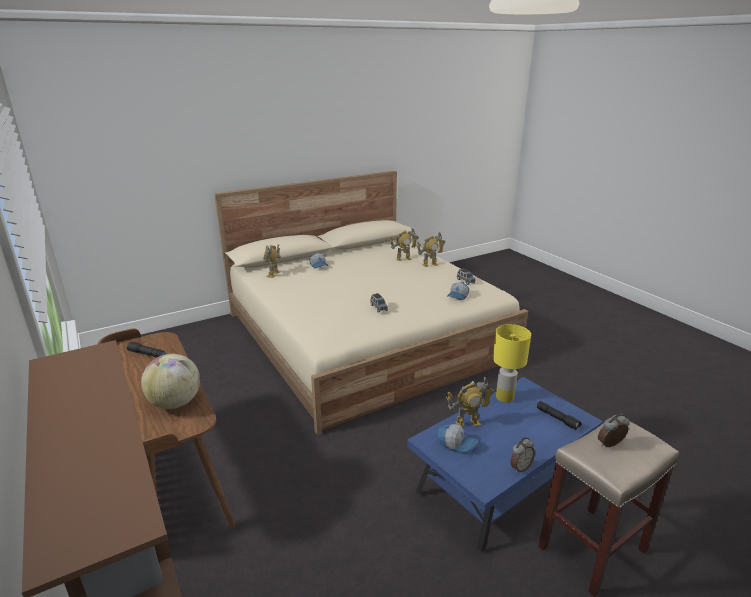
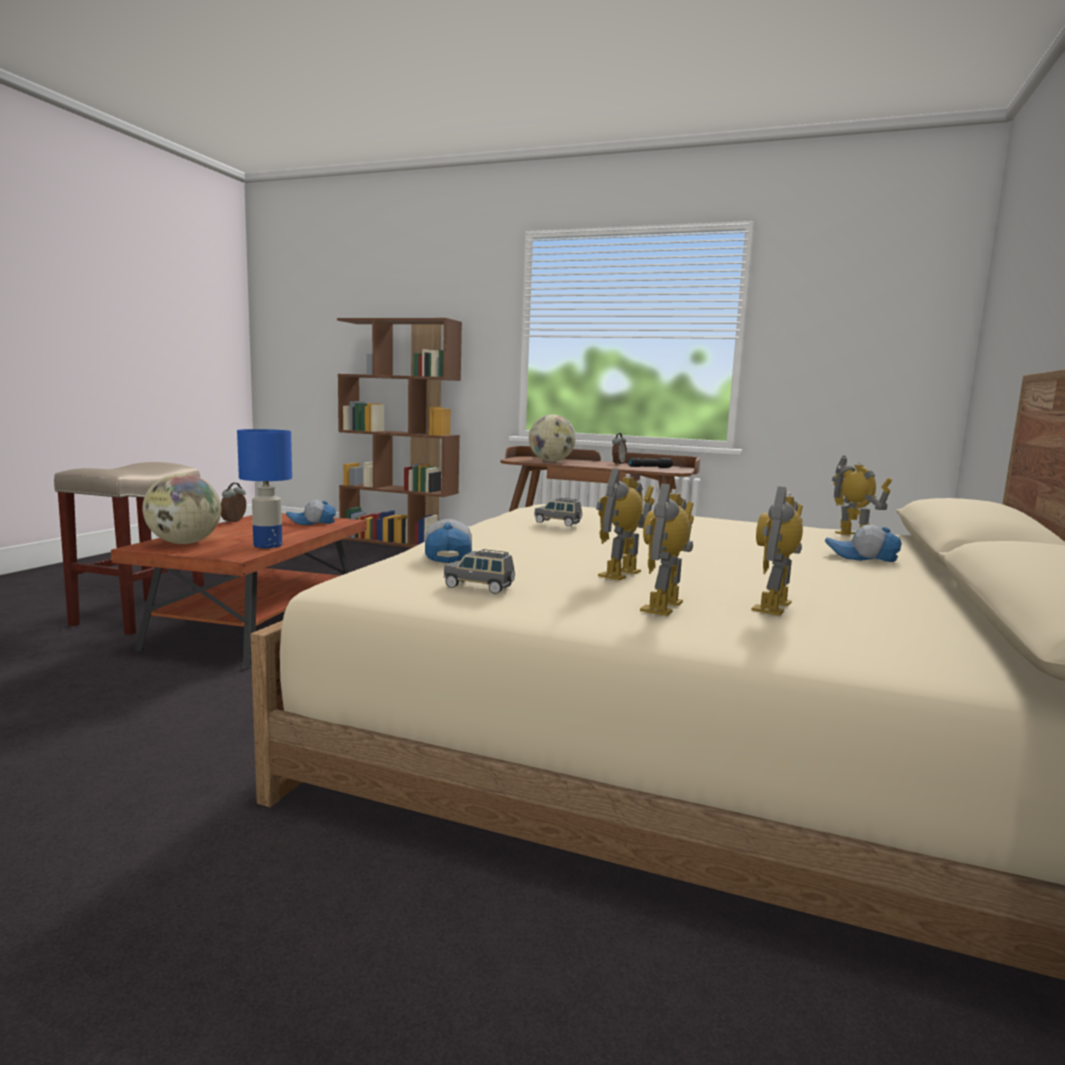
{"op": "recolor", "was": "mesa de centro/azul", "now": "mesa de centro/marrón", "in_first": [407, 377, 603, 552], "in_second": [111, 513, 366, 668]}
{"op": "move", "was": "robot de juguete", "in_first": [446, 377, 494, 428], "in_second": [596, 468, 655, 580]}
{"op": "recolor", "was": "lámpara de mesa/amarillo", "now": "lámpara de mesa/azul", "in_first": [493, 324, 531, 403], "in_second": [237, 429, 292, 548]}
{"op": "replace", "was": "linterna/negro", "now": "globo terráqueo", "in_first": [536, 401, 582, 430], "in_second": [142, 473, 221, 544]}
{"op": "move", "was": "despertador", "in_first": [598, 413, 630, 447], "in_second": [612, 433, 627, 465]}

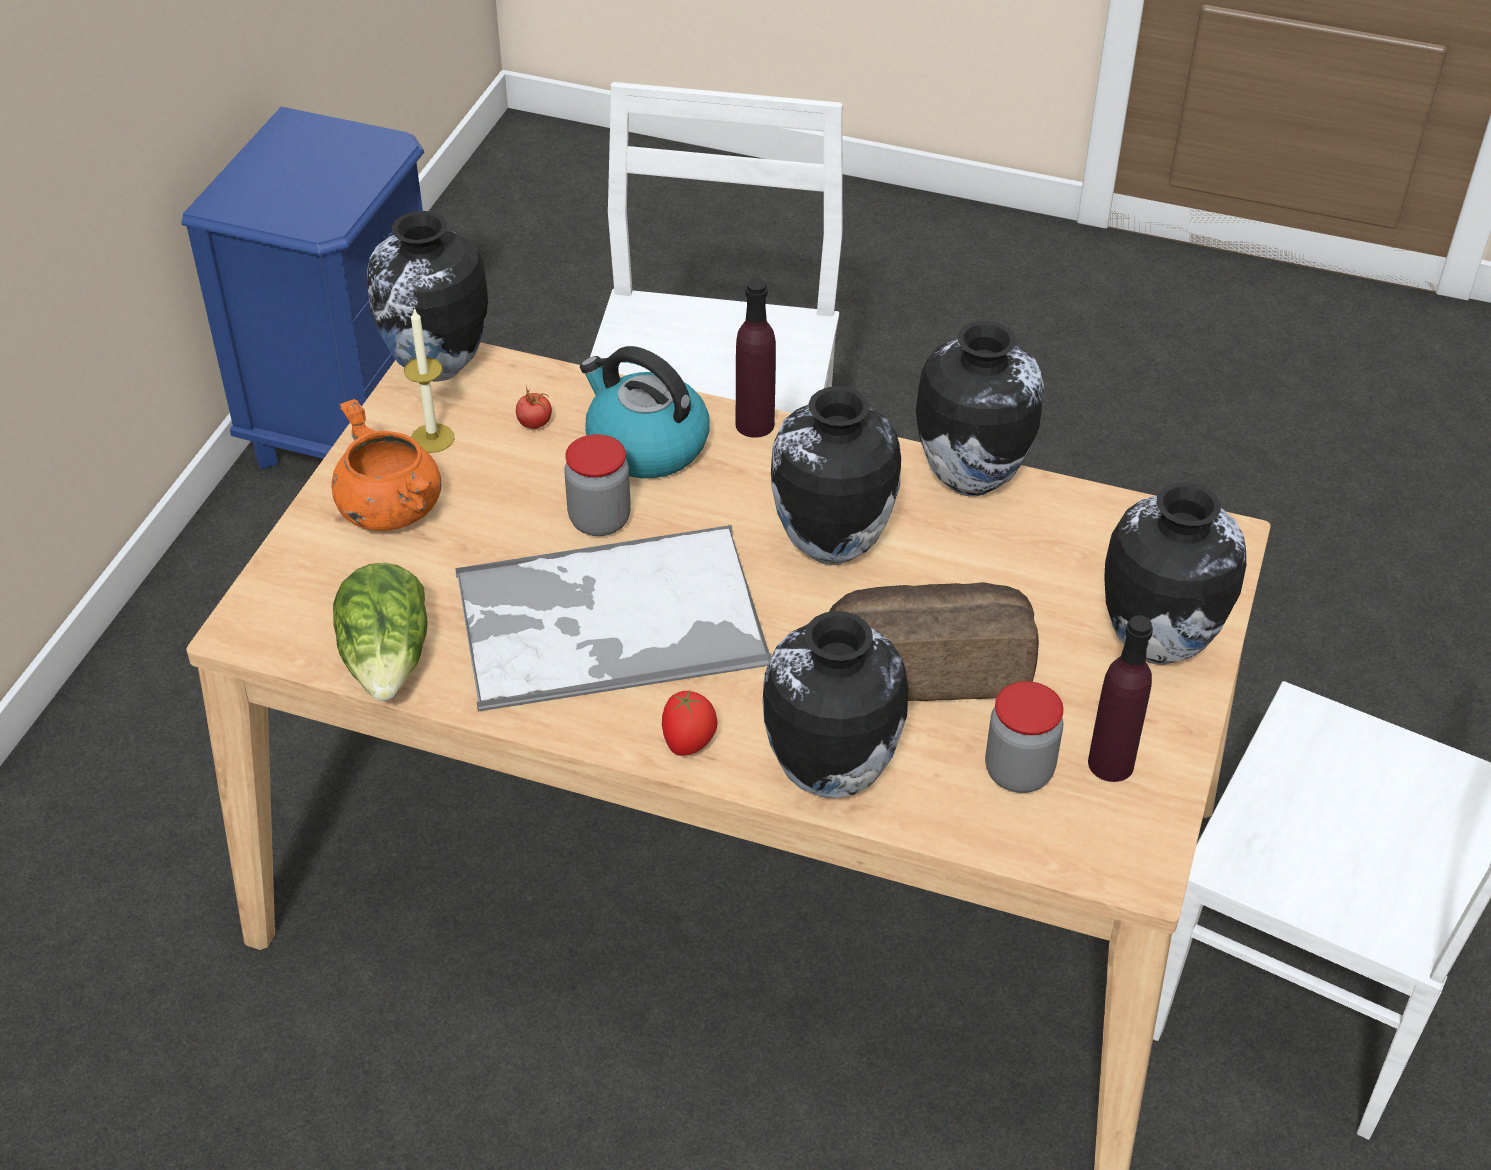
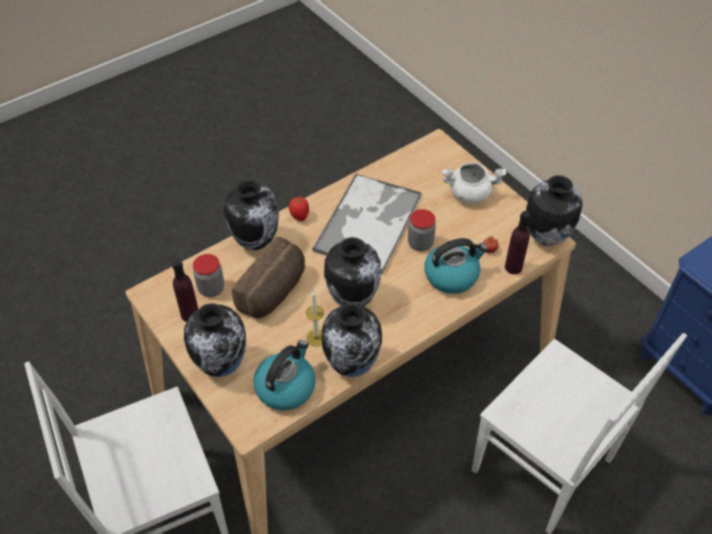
{"op": "recolor", "was": "olla/naranja", "now": "olla/blanco", "in_first": [331, 399, 441, 531], "in_second": [442, 163, 506, 204]}
{"op": "delete", "was": "lechuga", "in_first": [333, 563, 428, 701]}
{"op": "move", "was": "vela", "in_first": [404, 308, 454, 453], "in_second": [306, 290, 324, 346]}
{"op": "move", "was": "botella/morado", "in_first": [736, 279, 776, 438], "in_second": [505, 211, 530, 274]}
{"op": "insert", "now": "hervidor", "in_second": [254, 340, 316, 410]}

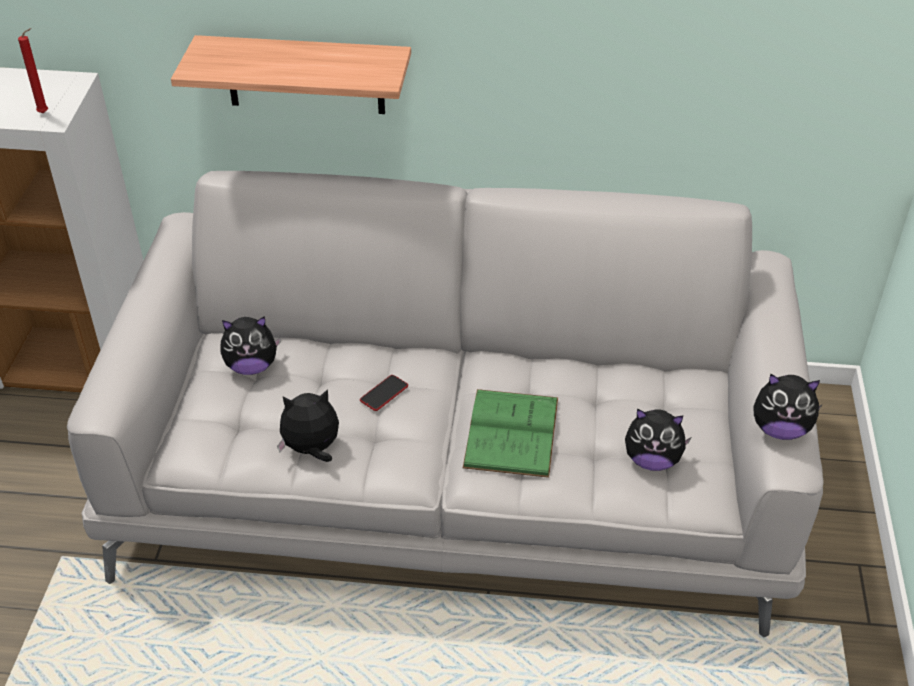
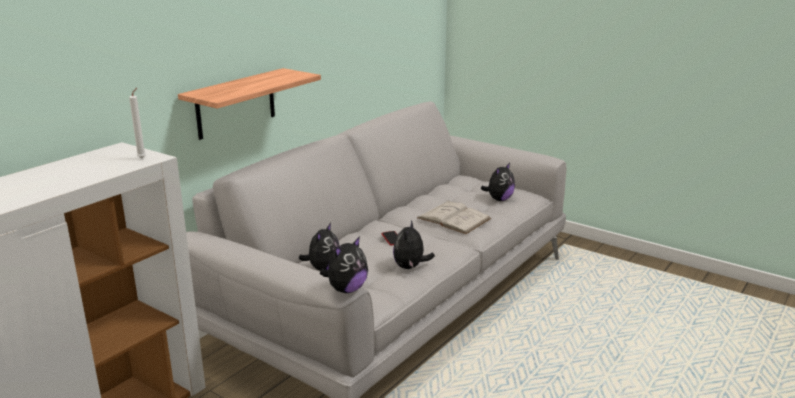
{"op": "recolor", "was": "vela/rojo", "now": "vela/blanco", "in_first": [18, 28, 48, 113], "in_second": [129, 88, 146, 158]}
{"op": "recolor", "was": "libro/verde", "now": "libro/blanco", "in_first": [463, 389, 558, 478], "in_second": [417, 200, 491, 234]}
{"op": "move", "was": "peluche", "in_first": [753, 374, 823, 440], "in_second": [320, 236, 368, 293]}

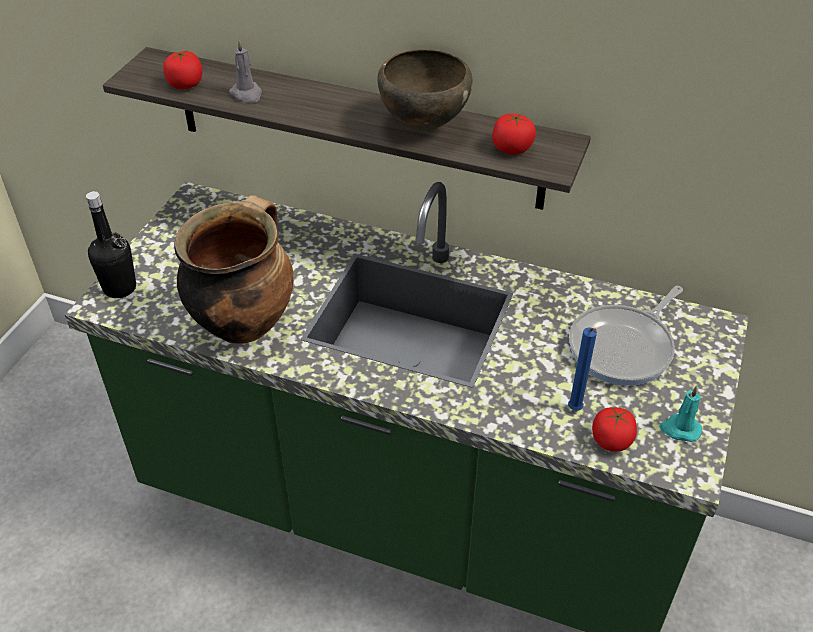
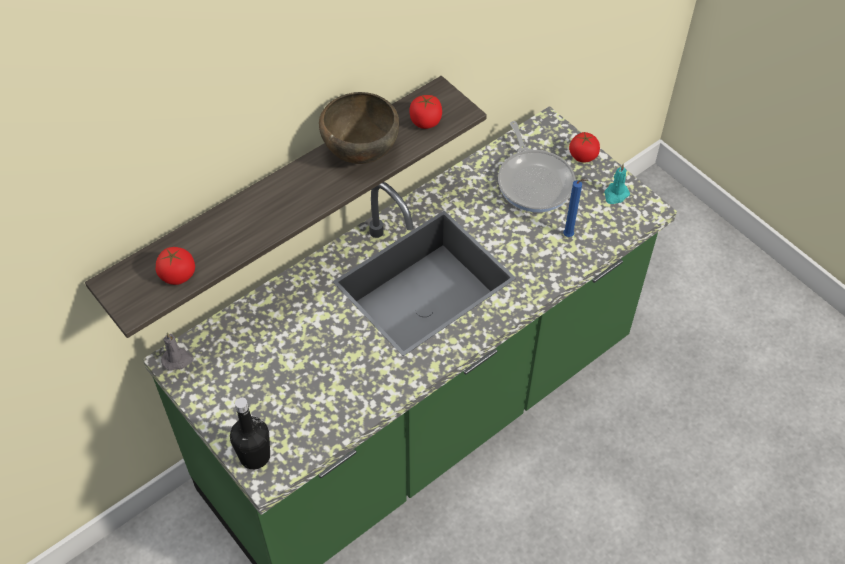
{"op": "delete", "was": "olla", "in_first": [174, 195, 294, 344]}
{"op": "move", "was": "vela/gris", "in_first": [229, 39, 262, 103], "in_second": [161, 332, 194, 370]}
{"op": "move", "was": "tomate", "in_first": [592, 407, 637, 452], "in_second": [569, 132, 600, 162]}

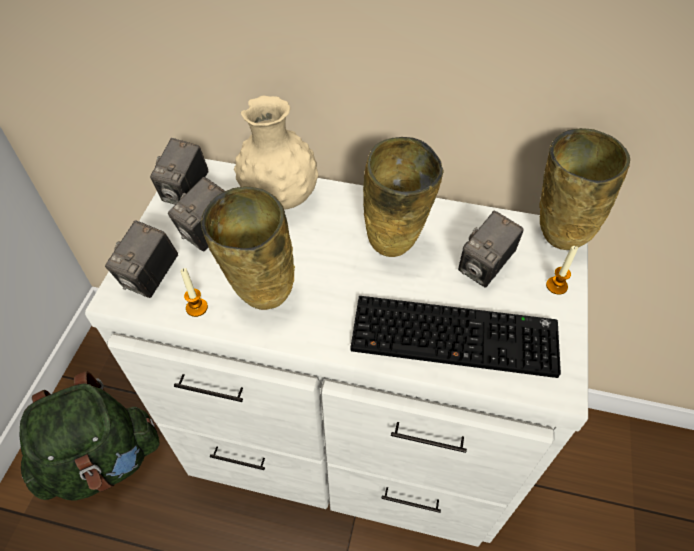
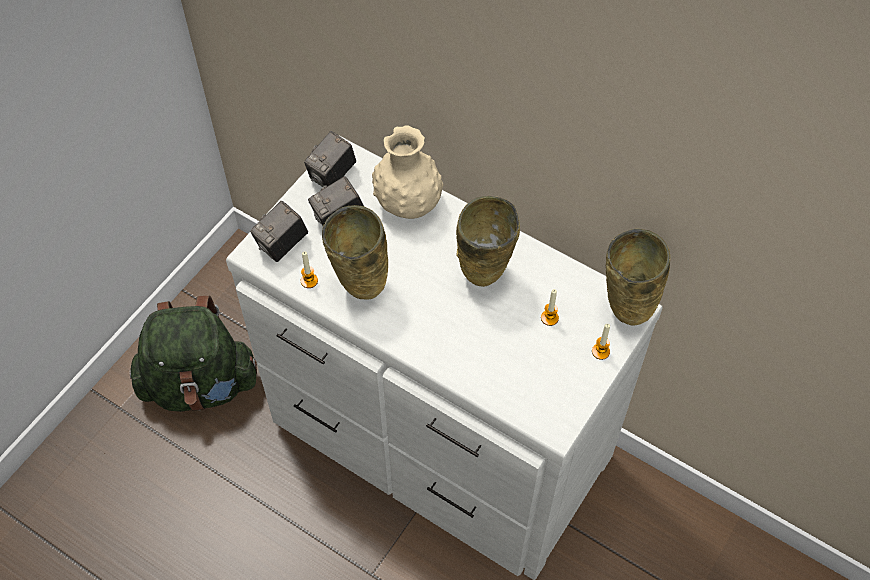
{"op": "delete", "was": "teclado", "in_first": [351, 296, 561, 378]}
{"op": "replace", "was": "cámara", "now": "vela", "in_first": [458, 210, 523, 288], "in_second": [541, 289, 559, 326]}

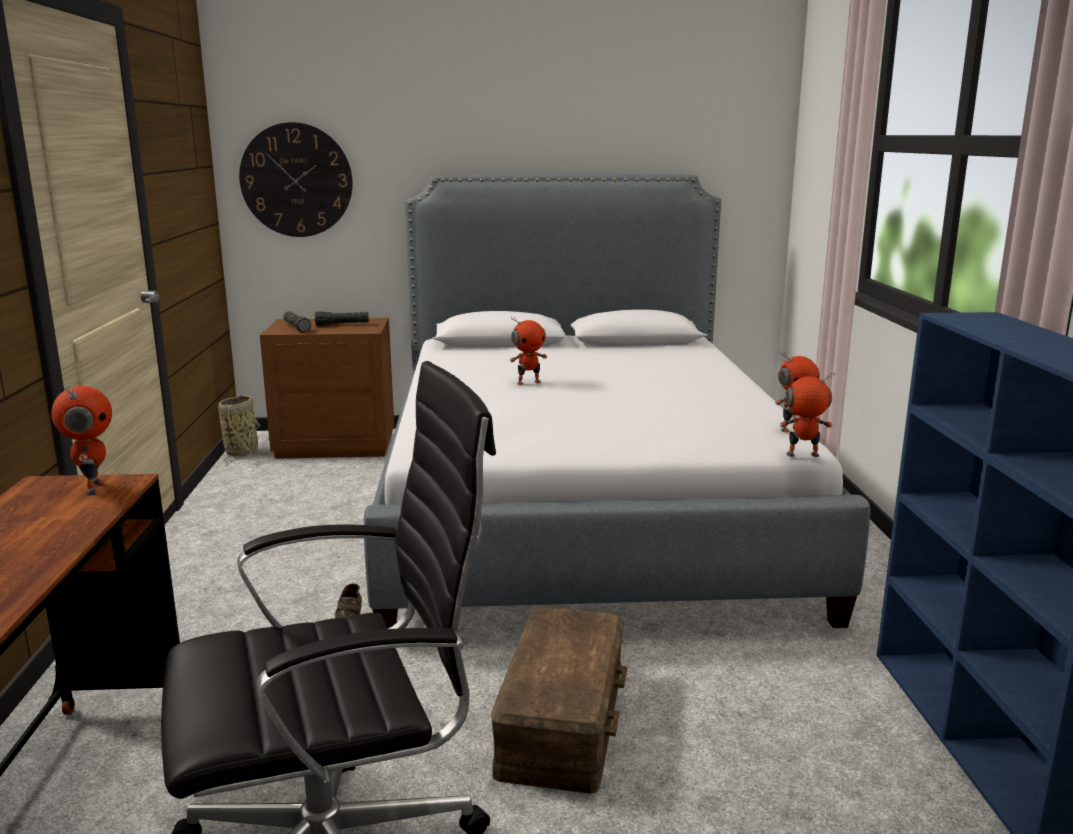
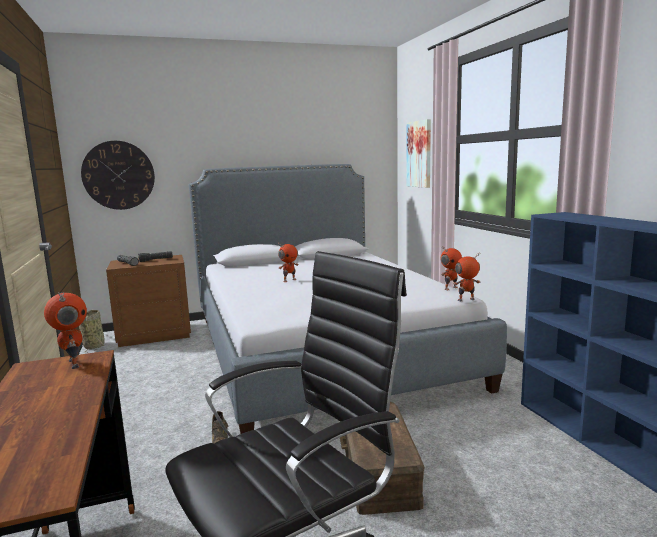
{"op": "insert", "now": "cuadro", "in_second": [406, 119, 431, 188]}

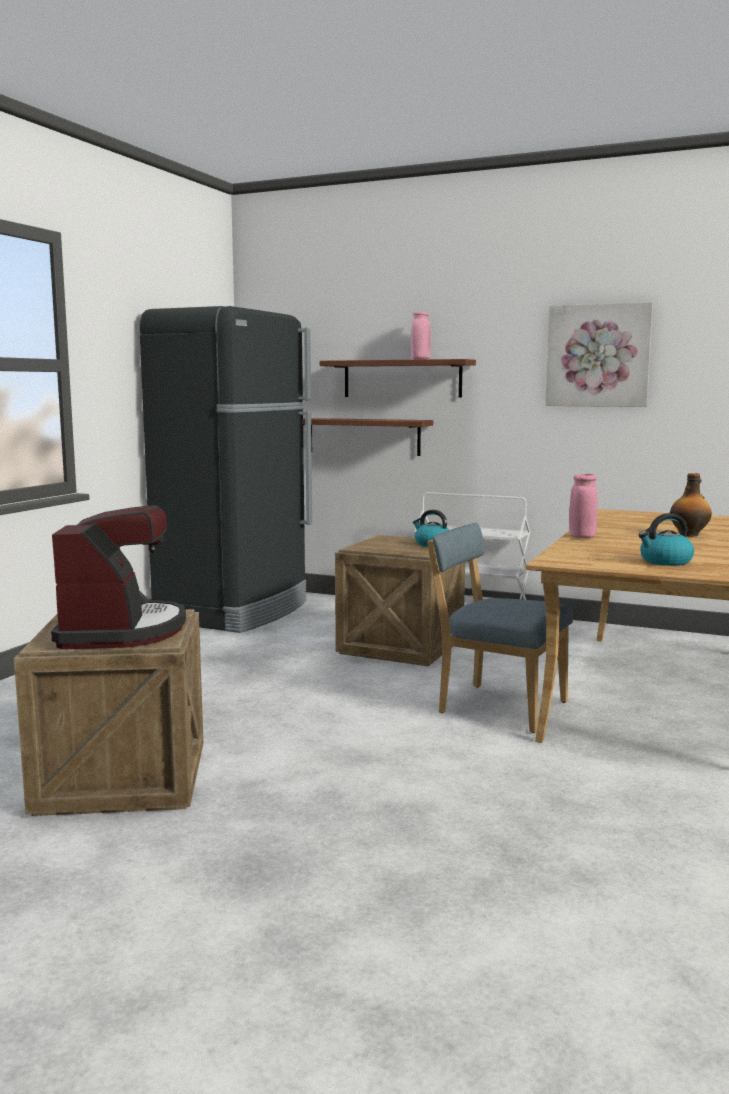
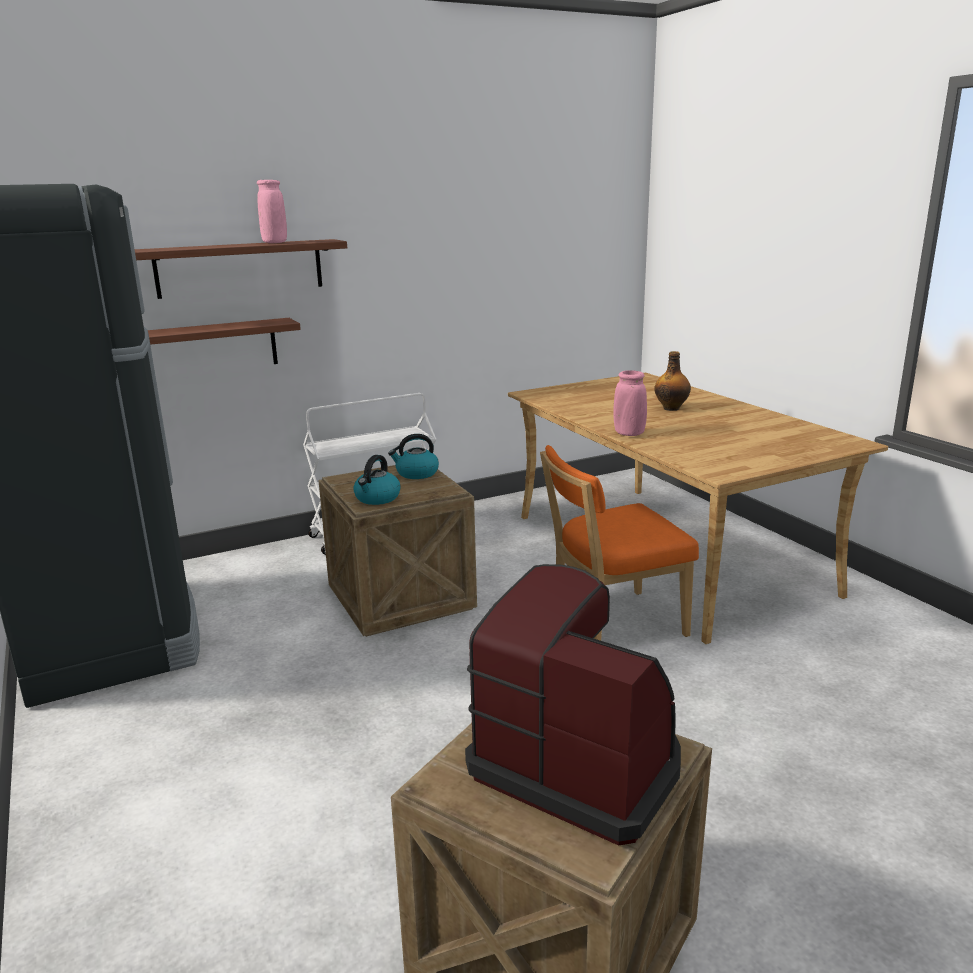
{"op": "recolor", "was": "silla/azul", "now": "silla/naranja", "in_first": [427, 523, 573, 733], "in_second": [540, 445, 699, 641]}
{"op": "delete", "was": "cuadro", "in_first": [546, 302, 653, 407]}
{"op": "move", "was": "hervidor", "in_first": [638, 513, 694, 566], "in_second": [353, 455, 401, 505]}

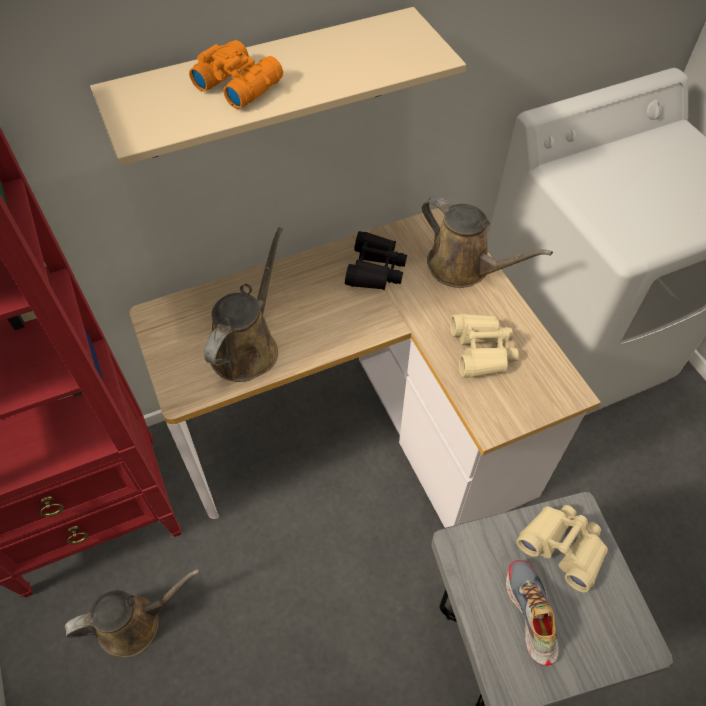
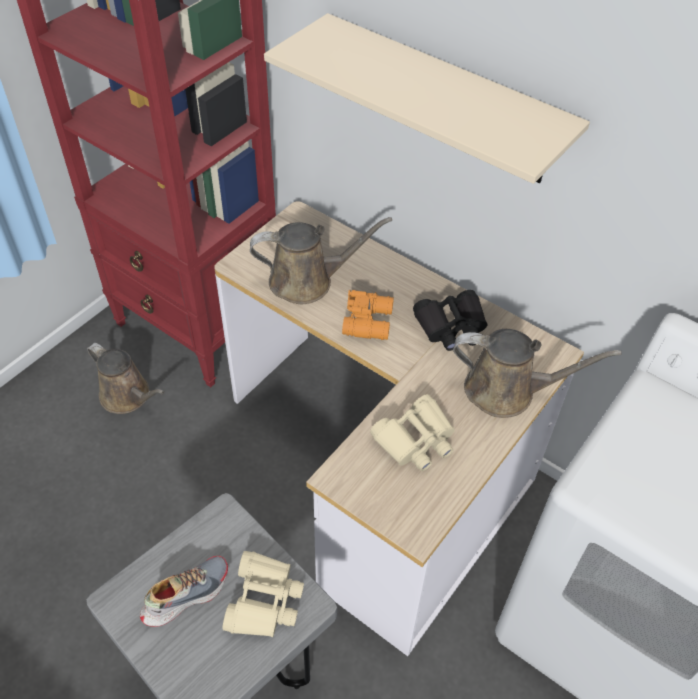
{"op": "move", "was": "prismáticos/naranja", "in_first": [189, 40, 283, 109], "in_second": [342, 290, 394, 340]}
{"op": "rotate", "was": "regadera/marrón", "in_first": [422, 196, 553, 288], "in_second": [453, 329, 622, 418], "clockwise": -90}

